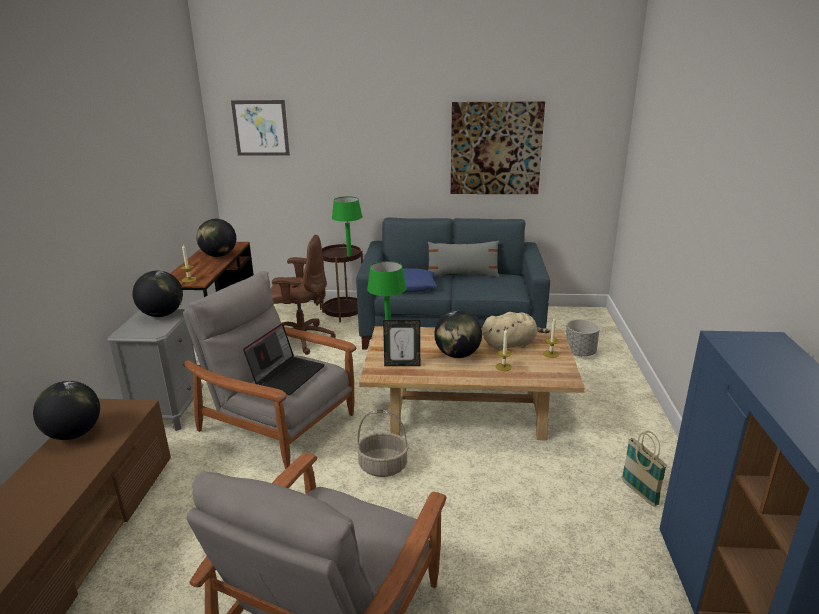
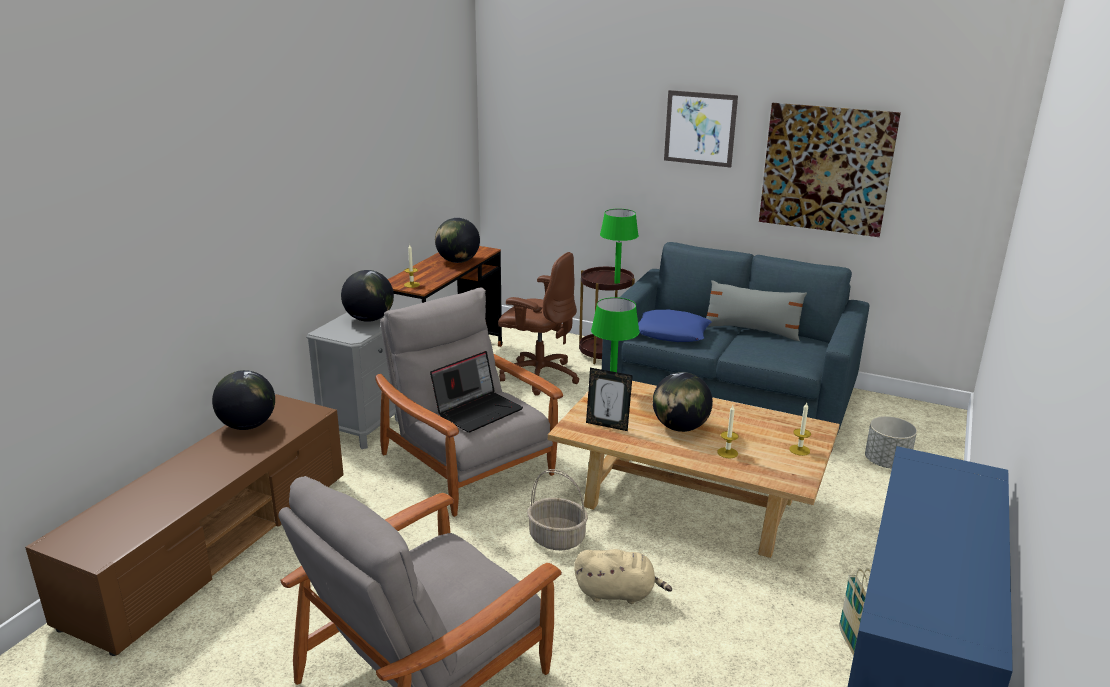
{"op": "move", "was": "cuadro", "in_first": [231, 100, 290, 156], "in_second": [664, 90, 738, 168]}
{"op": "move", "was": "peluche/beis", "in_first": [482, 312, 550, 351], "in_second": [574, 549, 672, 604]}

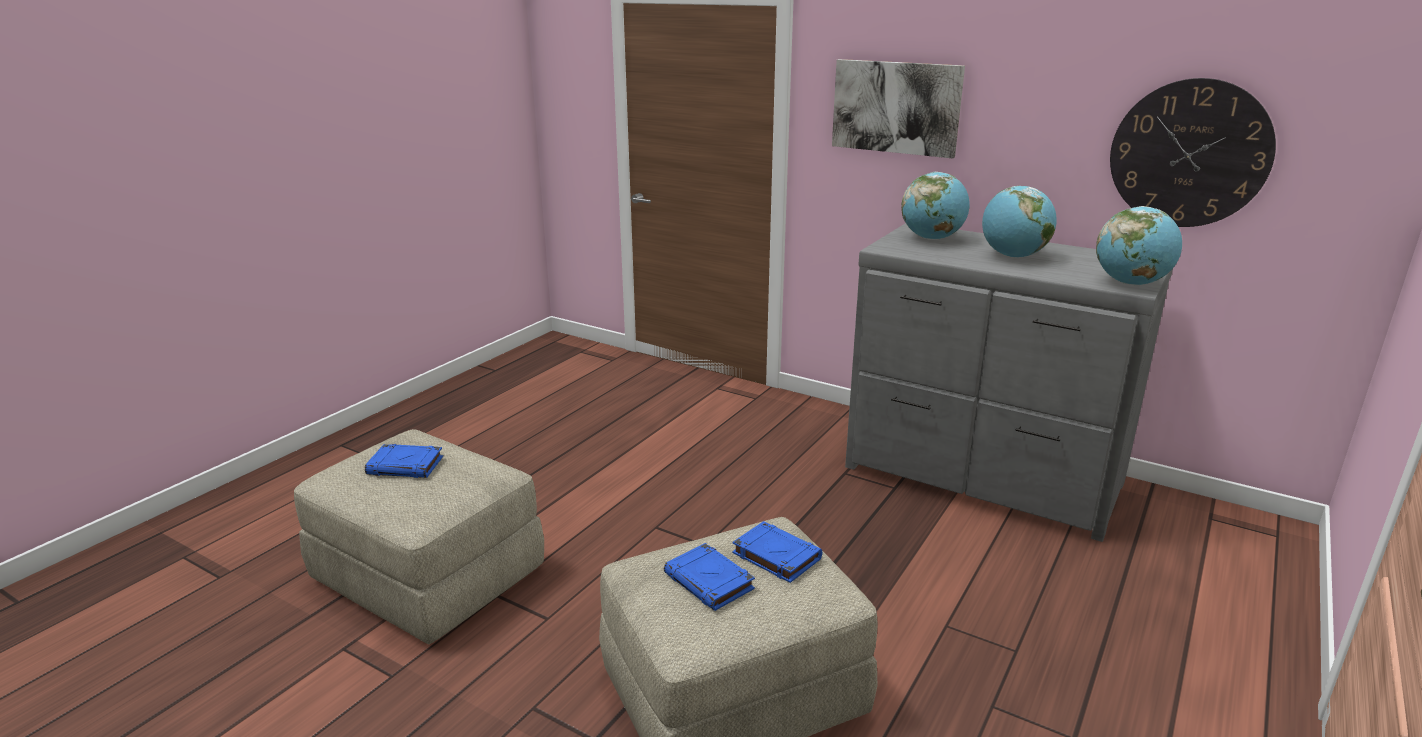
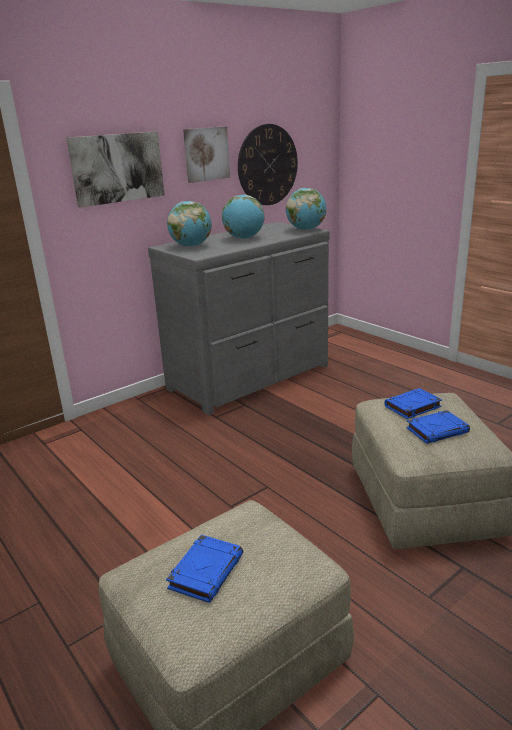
{"op": "insert", "now": "cuadro", "in_second": [183, 126, 230, 183]}

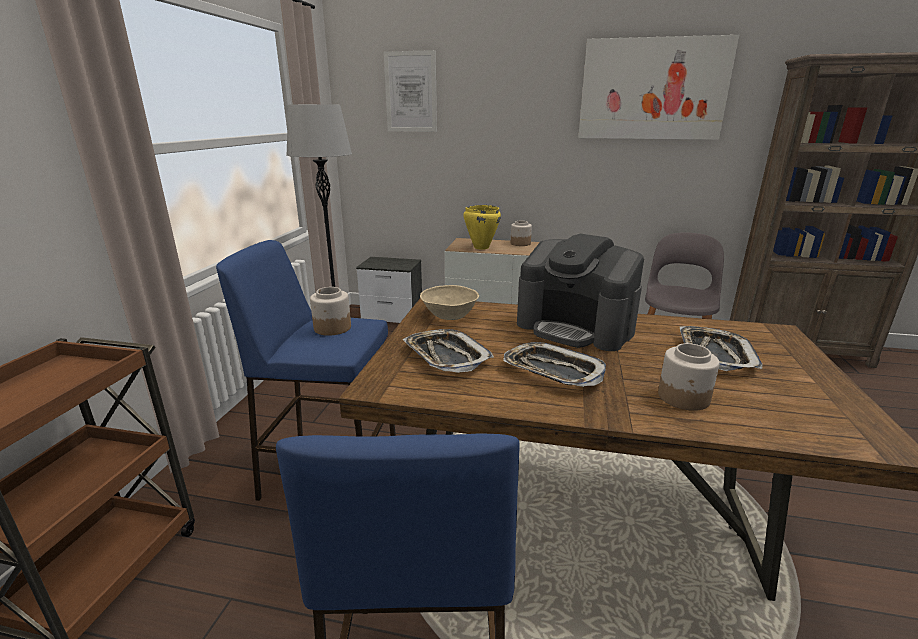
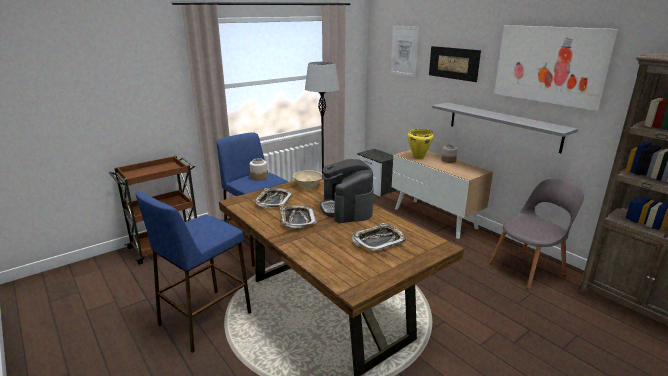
{"op": "delete", "was": "tarro", "in_first": [658, 343, 720, 411]}
{"op": "insert", "now": "cuadro", "in_second": [429, 46, 481, 82]}
{"op": "insert", "now": "estante/gris", "in_second": [432, 102, 578, 153]}

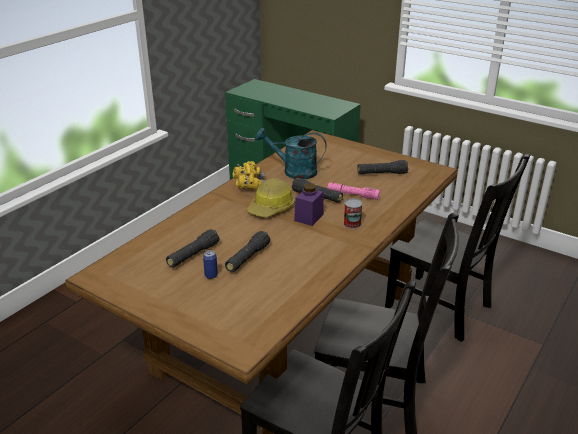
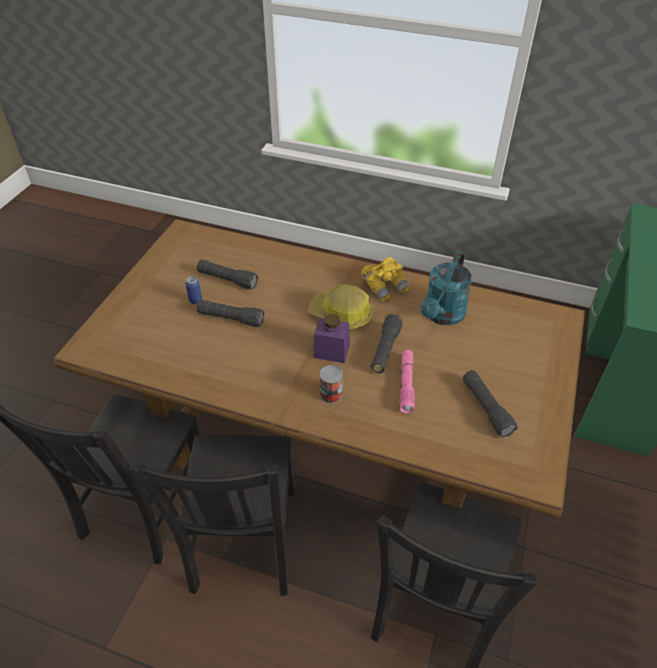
{"op": "rotate", "was": "regadera/turquesa", "in_first": [255, 128, 326, 179], "in_second": [421, 252, 472, 325], "clockwise": -150}

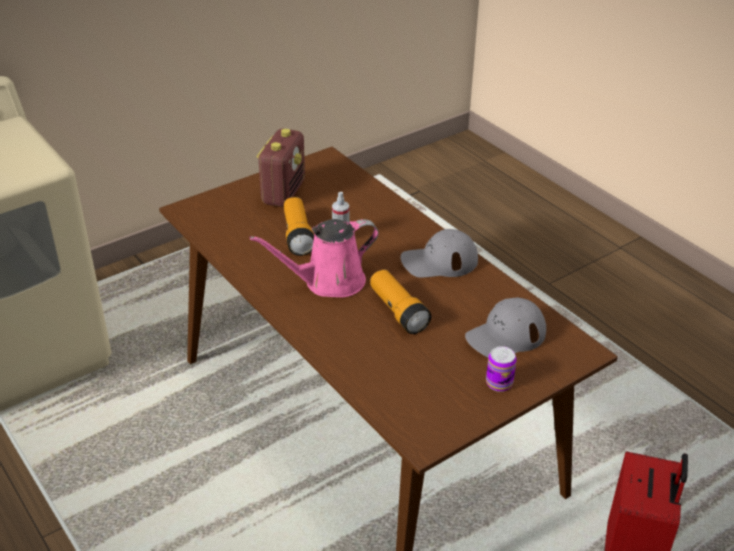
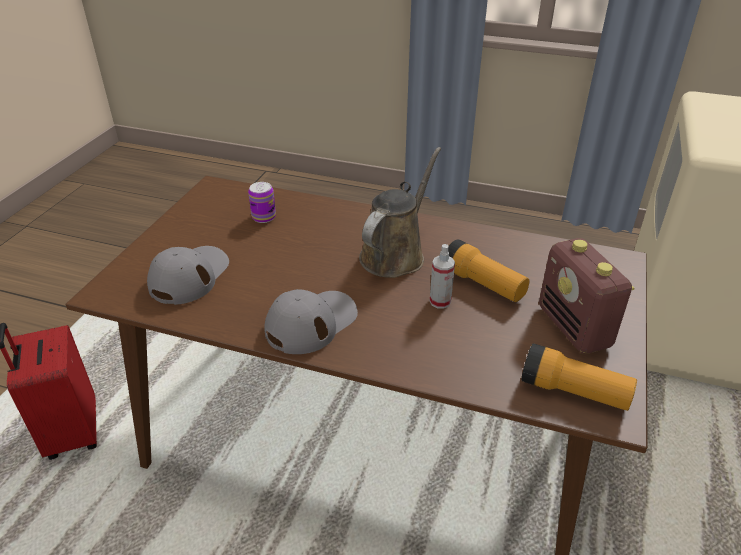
{"op": "recolor", "was": "regadera/rosa", "now": "regadera/marrón", "in_first": [249, 219, 379, 297], "in_second": [359, 147, 441, 278]}
{"op": "move", "was": "linterna", "in_first": [370, 270, 431, 334], "in_second": [521, 343, 637, 411]}
{"op": "move", "was": "lata", "in_first": [486, 346, 517, 392], "in_second": [248, 182, 276, 223]}

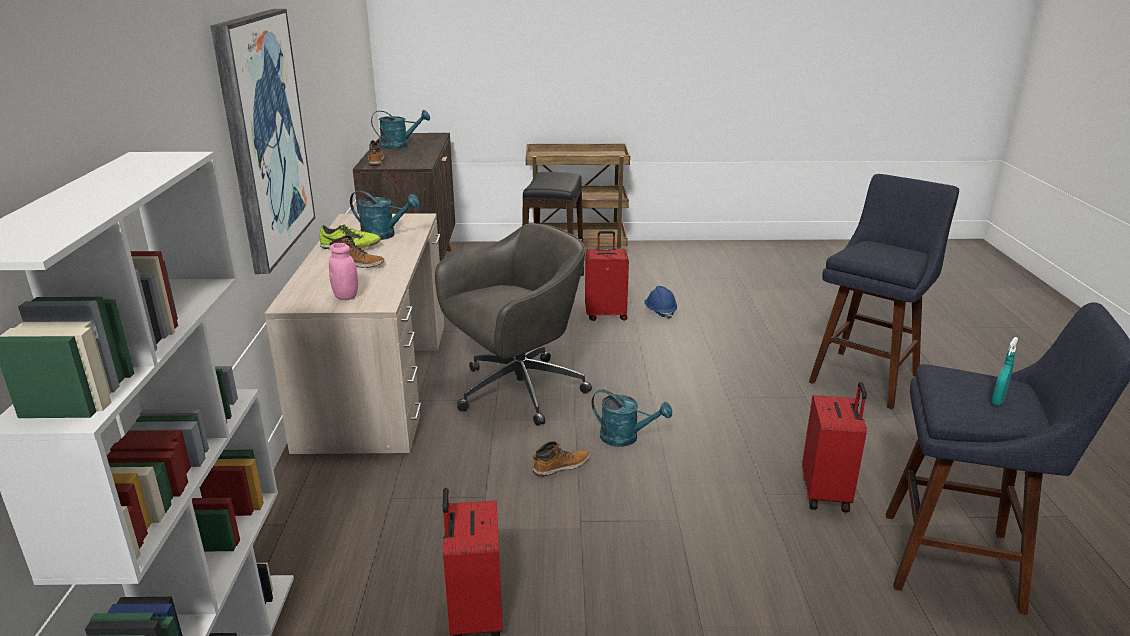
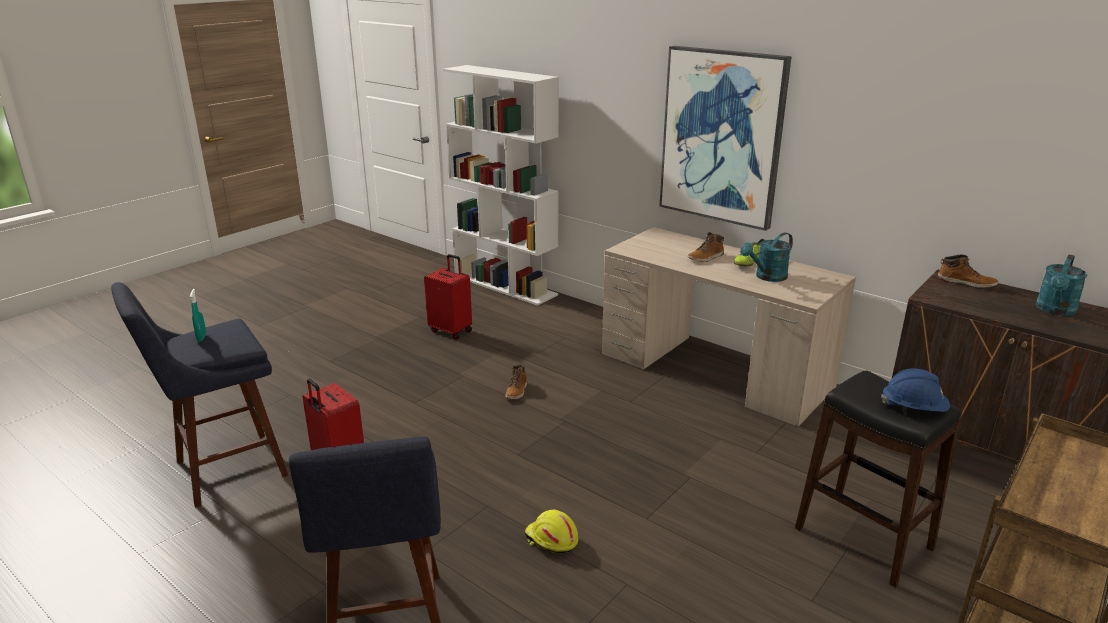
{"op": "delete", "was": "tarro/rosa", "in_first": [329, 243, 358, 300]}
{"op": "delete", "was": "silla de oficina/gris", "in_first": [435, 223, 592, 426]}
{"op": "delete", "was": "maleta/rojo", "in_first": [585, 231, 629, 321]}
{"op": "delete", "was": "regadera/turquesa", "in_first": [591, 389, 672, 447]}
{"op": "move", "was": "casco/azul", "in_first": [644, 286, 677, 320], "in_second": [881, 368, 950, 412]}
{"op": "insert", "now": "casco/amarillo", "in_second": [525, 510, 578, 553]}

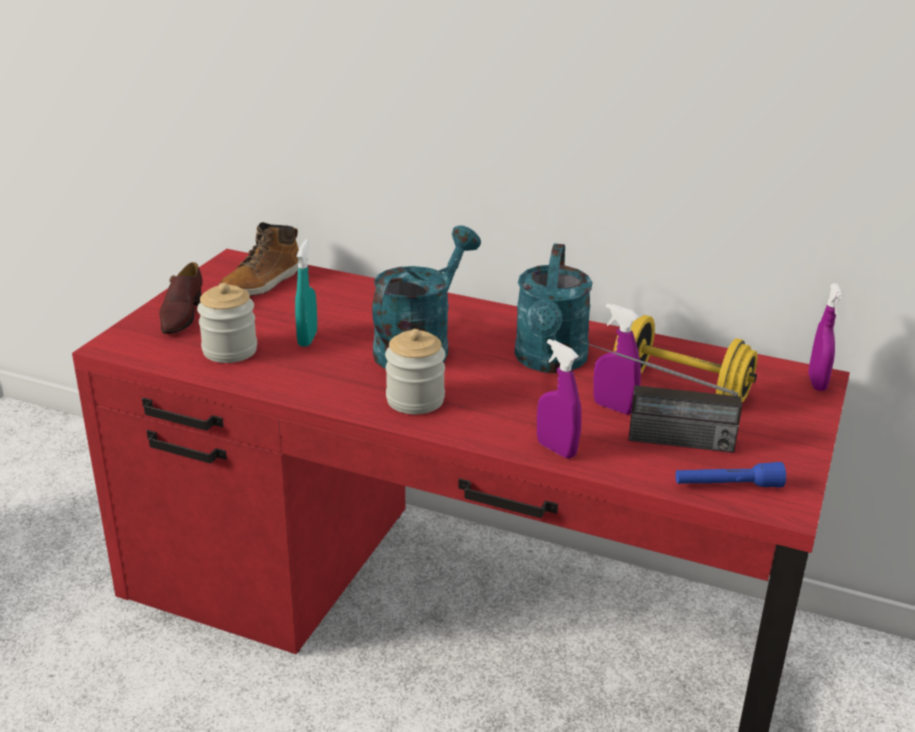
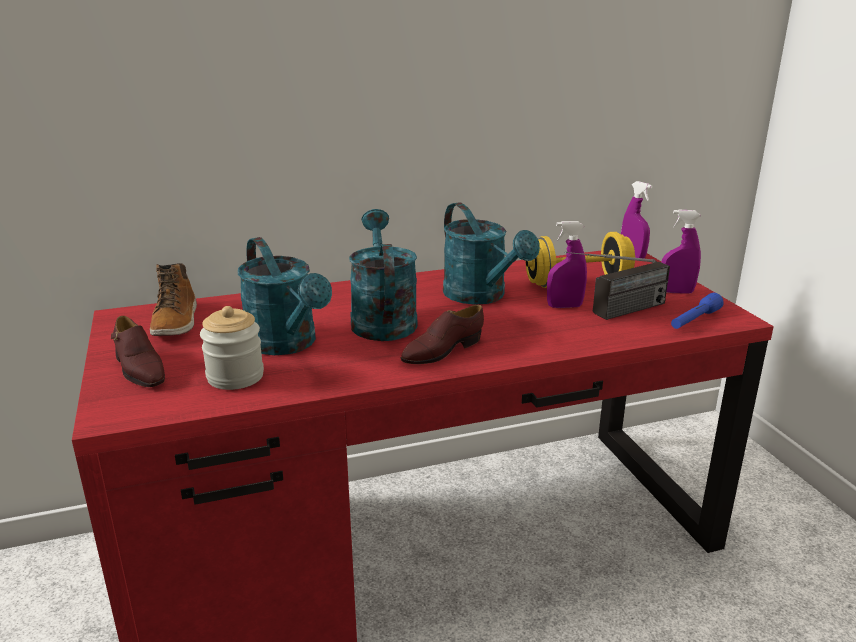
{"op": "replace", "was": "pulverizador/turquesa", "now": "regadera/turquesa", "in_first": [295, 239, 317, 347], "in_second": [238, 237, 332, 355]}
{"op": "replace", "was": "tarro", "now": "zapato/marrón", "in_first": [385, 329, 445, 414], "in_second": [401, 305, 484, 364]}
{"op": "move", "was": "pulverizador/morado", "in_first": [537, 339, 582, 459], "in_second": [661, 209, 701, 294]}

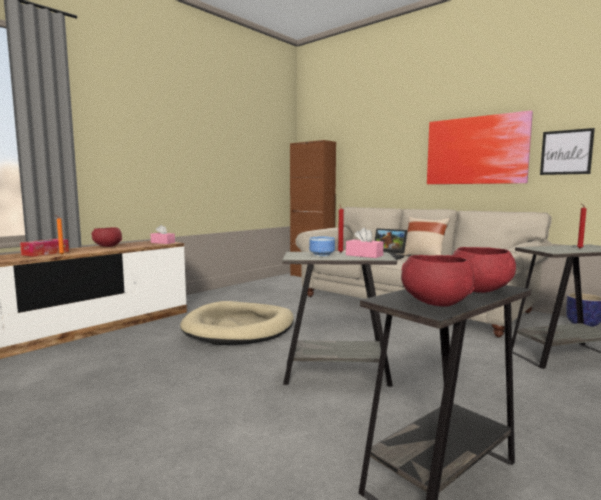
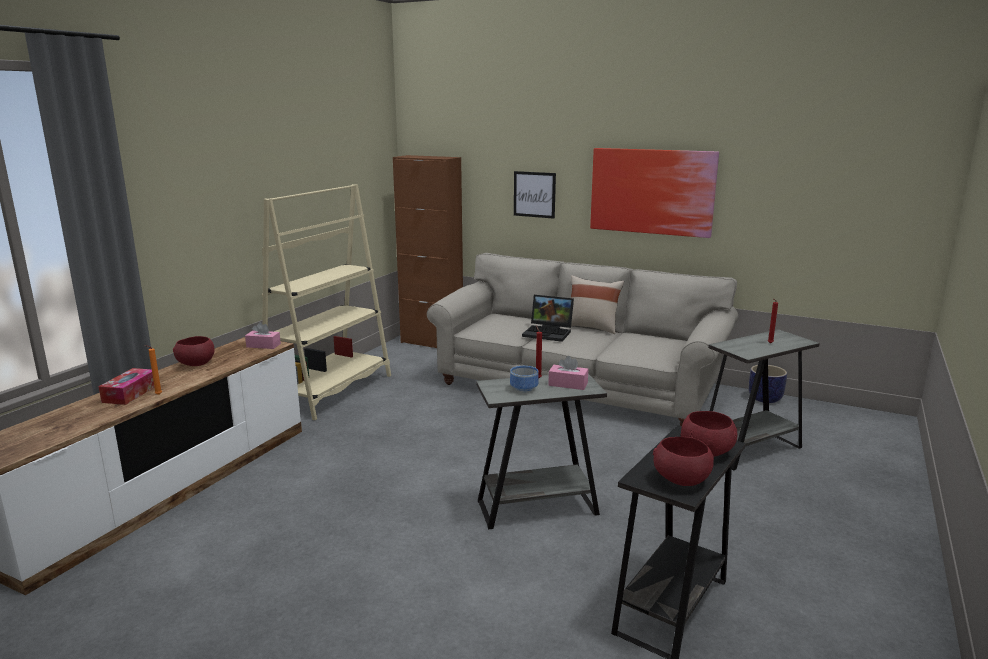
{"op": "delete", "was": "cama para perro/beis", "in_first": [180, 301, 294, 345]}
{"op": "move", "was": "cuadro", "in_first": [540, 128, 595, 175], "in_second": [514, 171, 556, 219]}
{"op": "insert", "now": "estantería/beis", "in_second": [262, 184, 391, 420]}

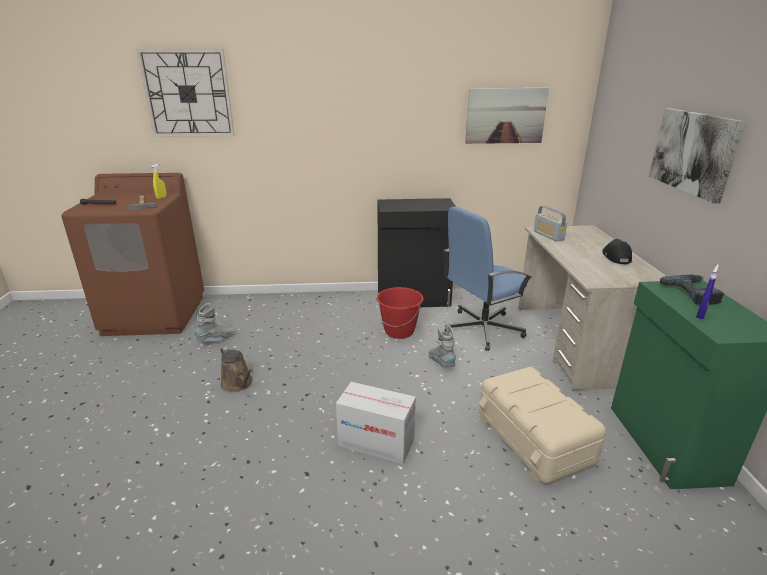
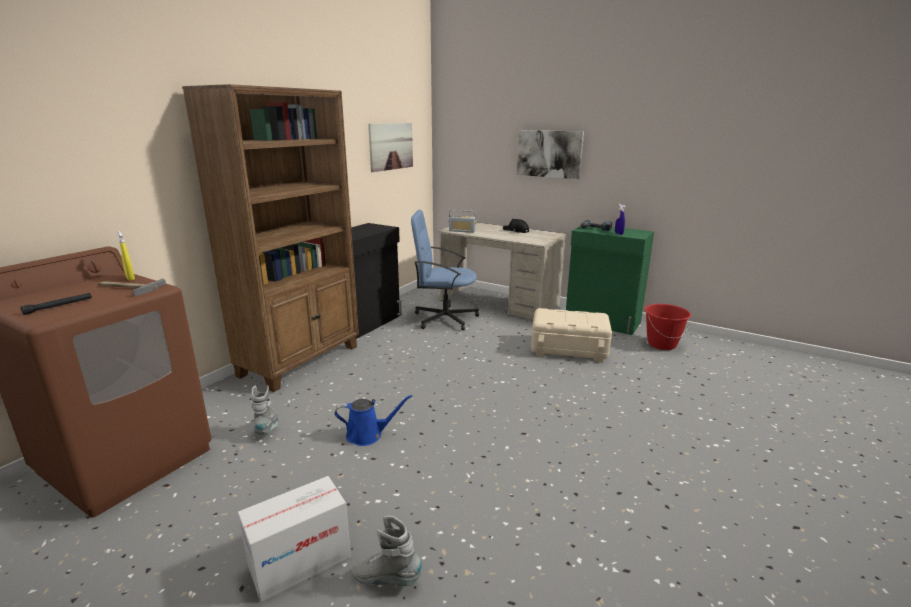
{"op": "delete", "was": "reloj de pared", "in_first": [136, 49, 235, 137]}
{"op": "recolor", "was": "regadera/marrón", "now": "regadera/azul", "in_first": [220, 346, 253, 392], "in_second": [335, 395, 413, 446]}
{"op": "move", "was": "caja de cartón", "in_first": [336, 382, 416, 464], "in_second": [238, 476, 351, 602]}
{"op": "move", "was": "cubo/rojo", "in_first": [376, 287, 424, 339], "in_second": [644, 304, 691, 350]}
{"op": "move", "was": "bota/gris", "in_first": [428, 325, 456, 368], "in_second": [352, 515, 422, 586]}
{"op": "rotate", "was": "silla de oficina/azul", "in_first": [443, 206, 533, 351], "in_second": [411, 210, 479, 331], "clockwise": 90}
{"op": "insert", "now": "estantería/marrón", "in_second": [182, 84, 359, 392]}

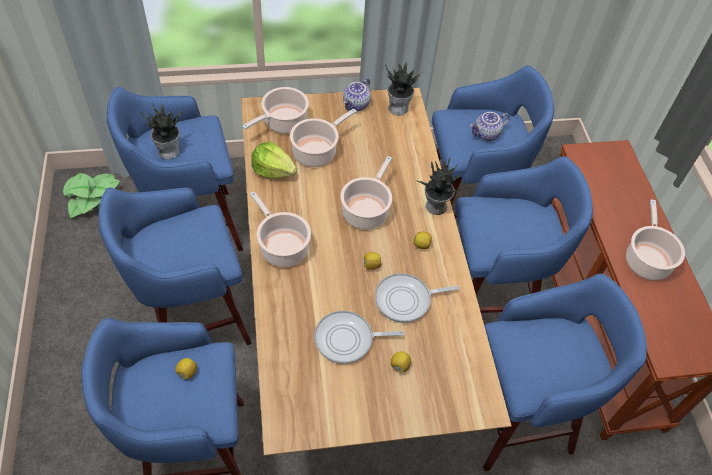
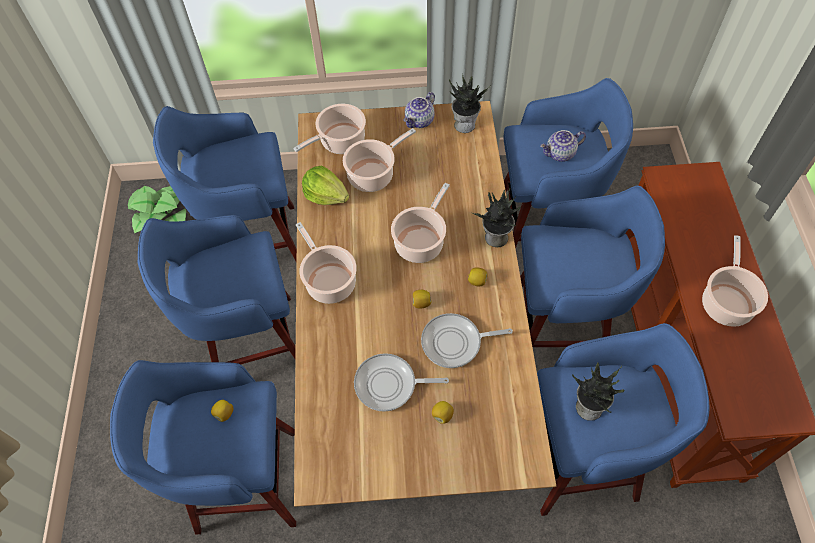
{"op": "move", "was": "planta en maceta", "in_first": [140, 104, 183, 159], "in_second": [572, 363, 625, 421]}

